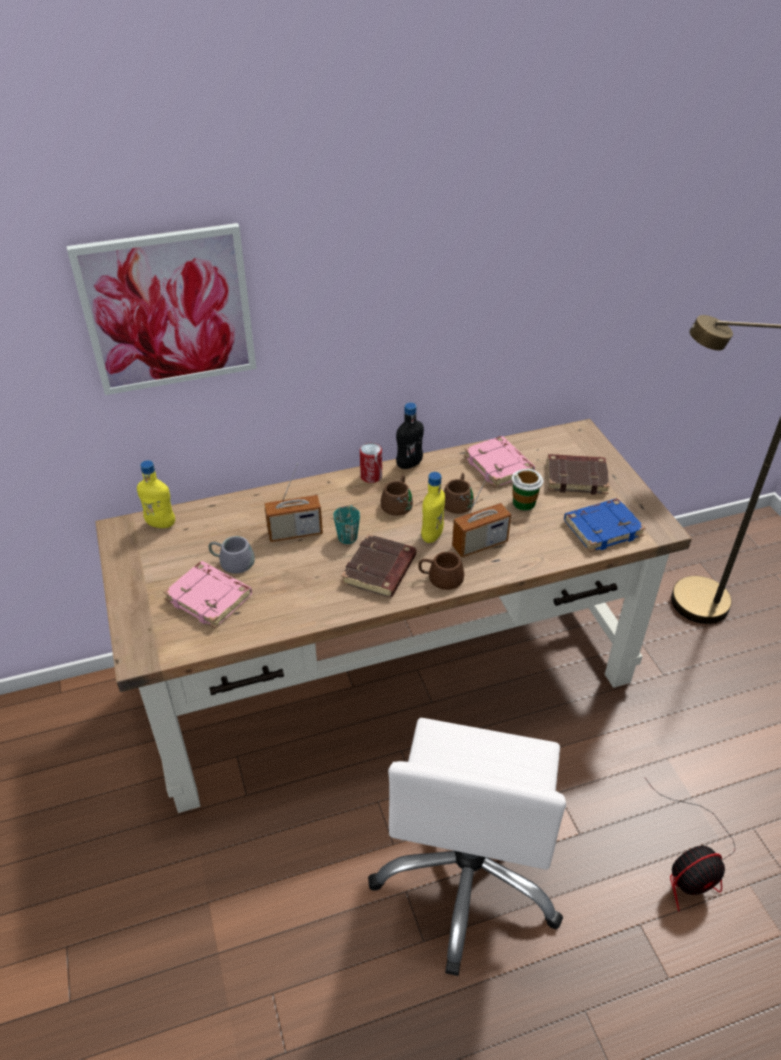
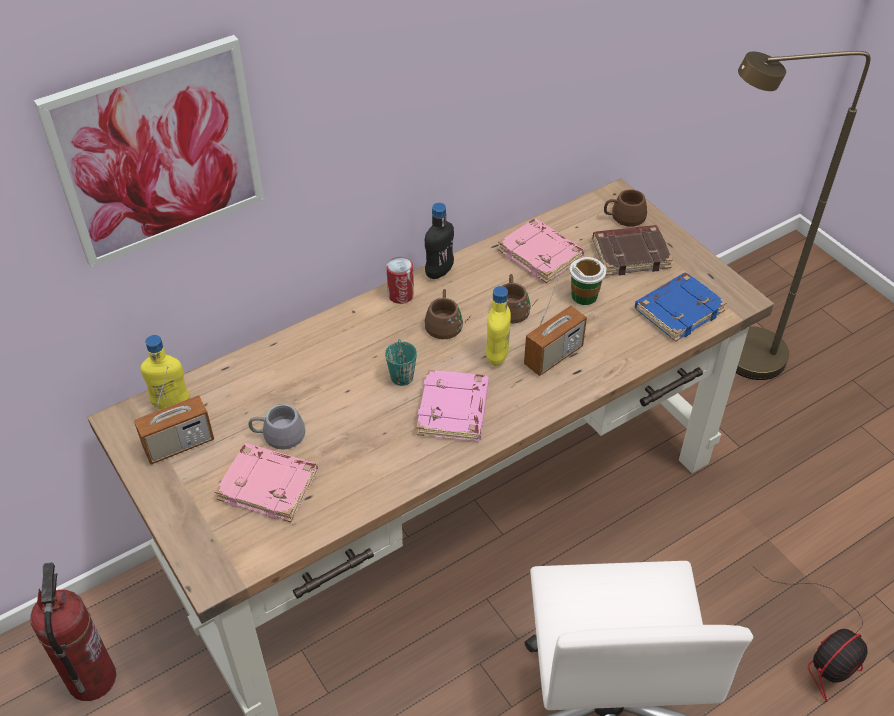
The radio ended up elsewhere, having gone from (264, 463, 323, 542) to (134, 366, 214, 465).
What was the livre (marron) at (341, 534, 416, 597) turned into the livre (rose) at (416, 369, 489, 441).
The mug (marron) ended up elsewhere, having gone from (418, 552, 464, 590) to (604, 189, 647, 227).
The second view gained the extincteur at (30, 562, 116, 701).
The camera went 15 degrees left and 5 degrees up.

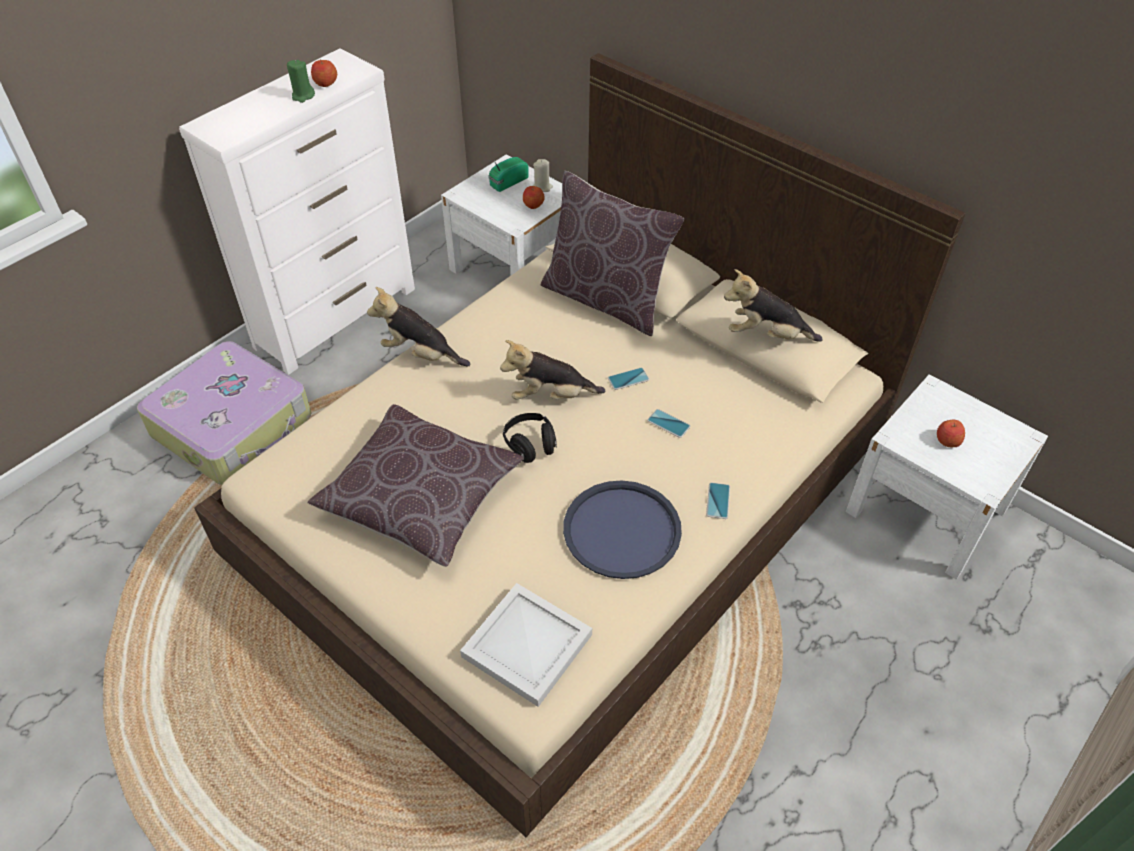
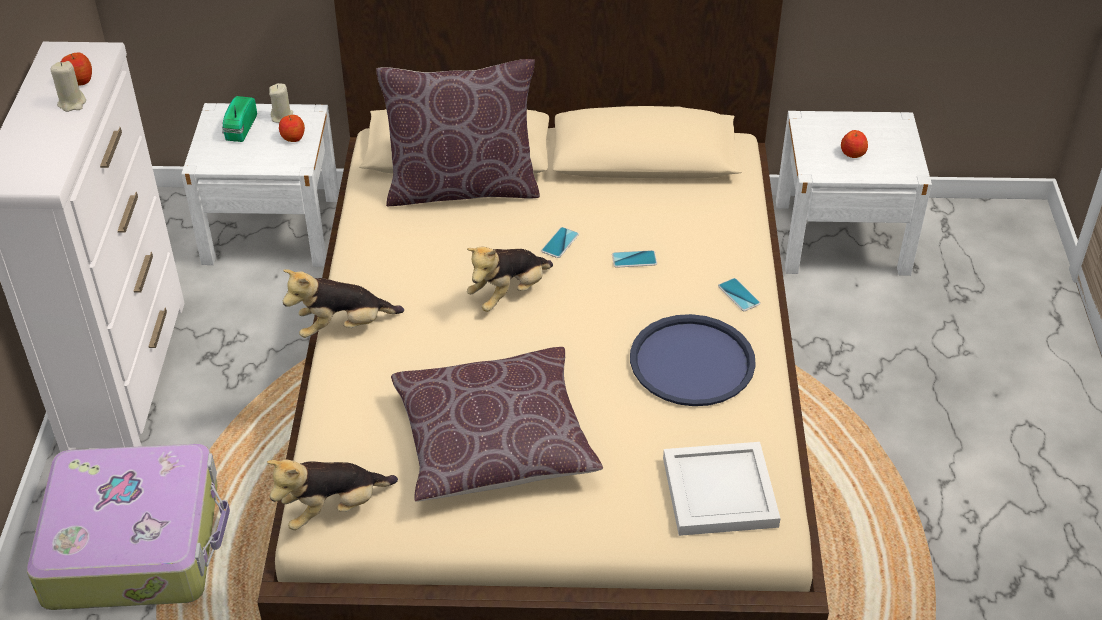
What was the bougie (vert) at (287, 60, 315, 103) turned into the bougie (beige) at (51, 61, 86, 112).
The peluche ended up elsewhere, having gone from (724, 269, 822, 342) to (267, 460, 398, 530).
The second view lost the casque audio (noir) at (503, 413, 557, 463).
The camera went 40 degrees left and 5 degrees down.

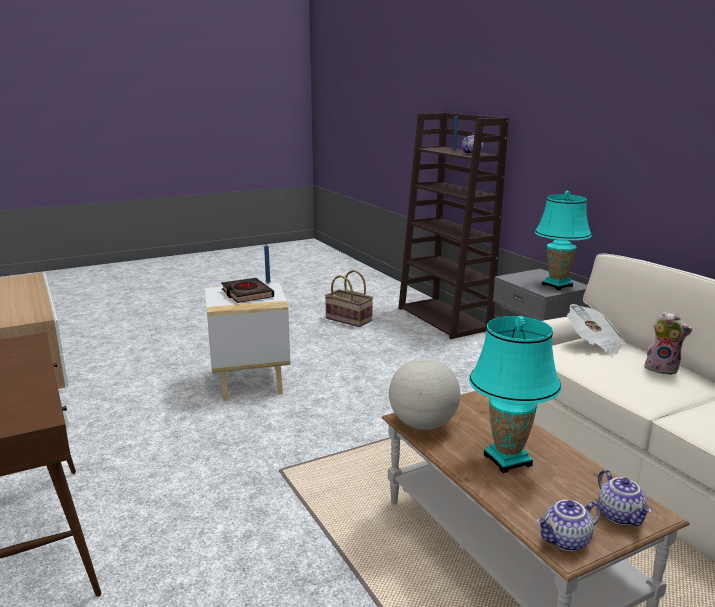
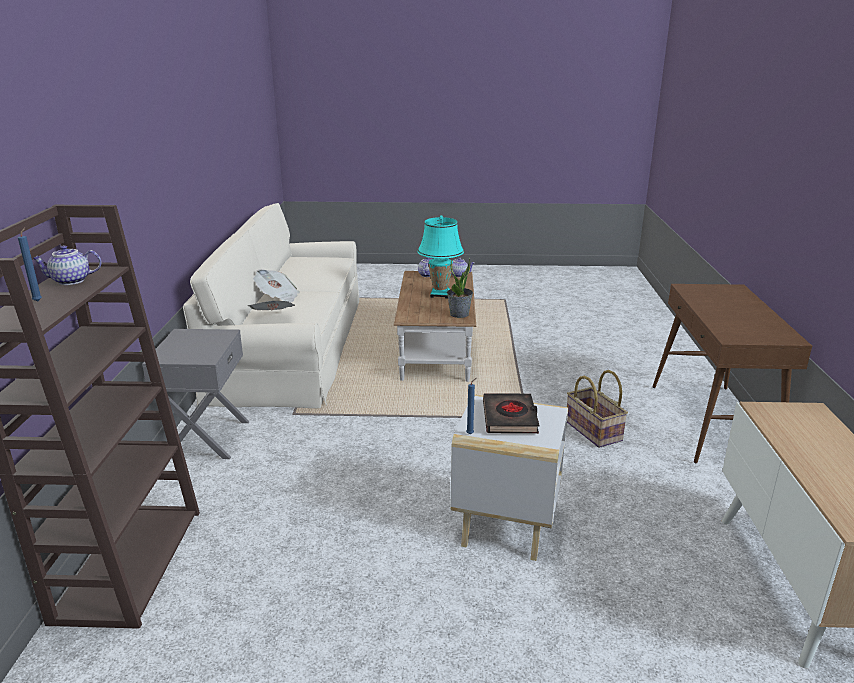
The second view lost the lampe de table (turquoise) at (535, 191, 592, 290).
The panier ended up elsewhere, having gone from (325, 270, 373, 327) to (567, 370, 628, 448).
Where the peluche stood at (644, 311, 693, 375), the journal came to stand at (253, 269, 300, 303).
Where the globe stood at (389, 358, 460, 430), the plante en pot came to stand at (447, 257, 473, 318).
The camera went 150 degrees left and 5 degrees up.

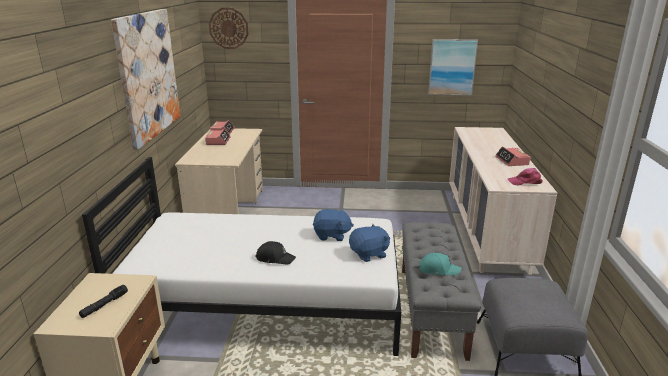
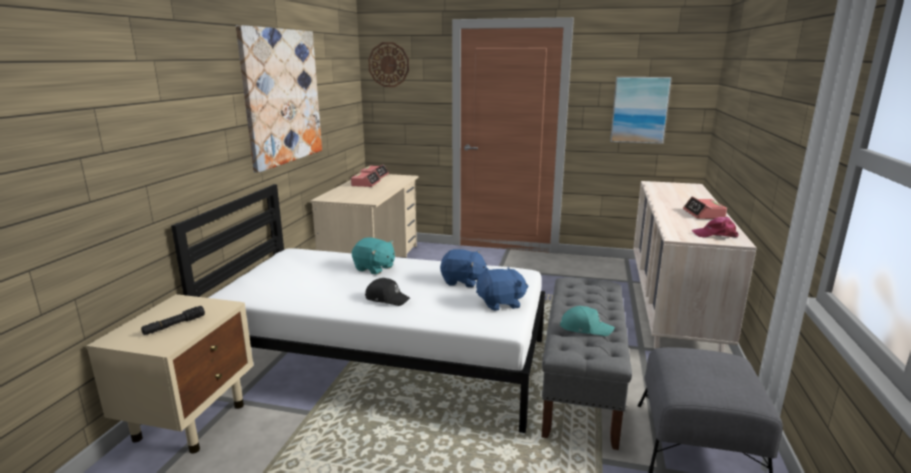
The second view gained the peluche (turquoise) at (352, 238, 395, 275).
The camera went 10 degrees right and 5 degrees down.

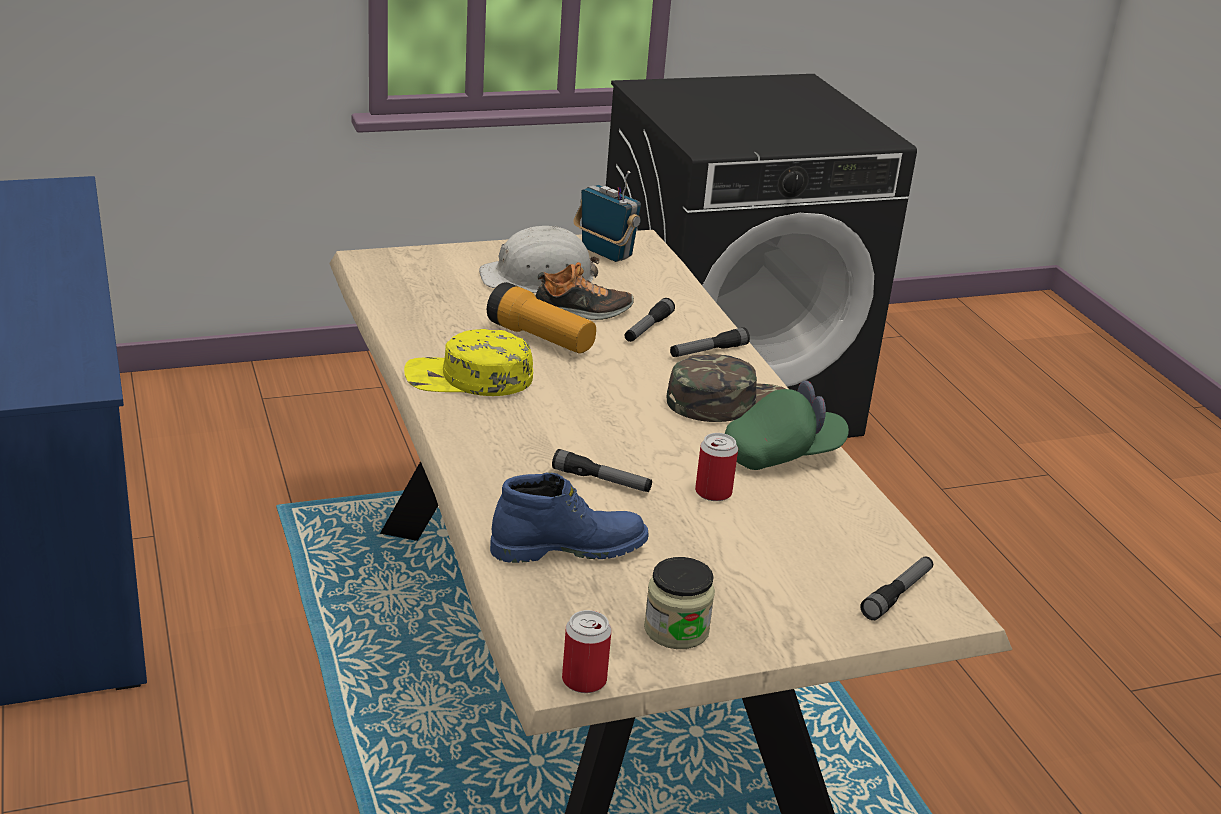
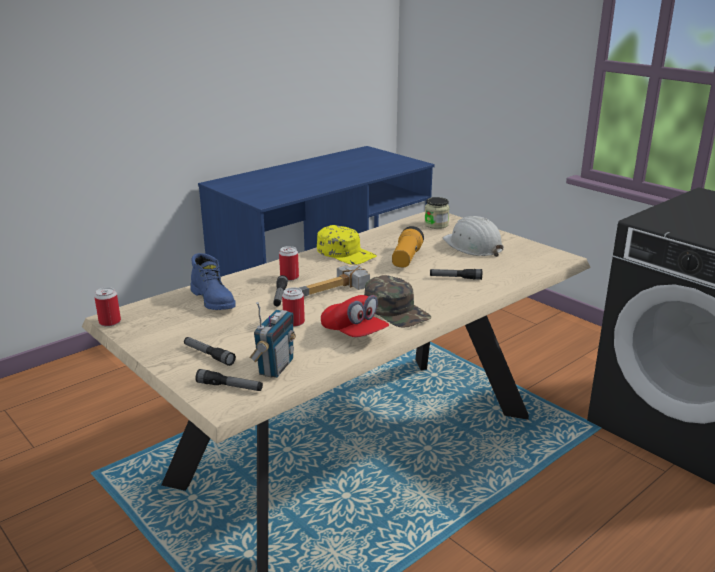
The radio ended up elsewhere, having gone from (573, 171, 641, 262) to (249, 302, 296, 378).
The second view lost the chaussure at (536, 262, 634, 320).
The lampe de poche ended up elsewhere, having gone from (670, 327, 750, 357) to (184, 337, 236, 366).
The casquette (jaune) at (404, 329, 533, 396) ended up facing another way, 150 degrees clockwise from before.
What was the casquette (vert) at (725, 380, 849, 470) turned into the casquette (rouge) at (321, 295, 389, 337).
The bocal ended up elsewhere, having gone from (644, 557, 715, 649) to (424, 197, 449, 229).
The second view gained the boîte métallique at (279, 246, 299, 281).
The second view gained the marteau at (299, 265, 370, 297).
The camera went 70 degrees right and 5 degrees down.

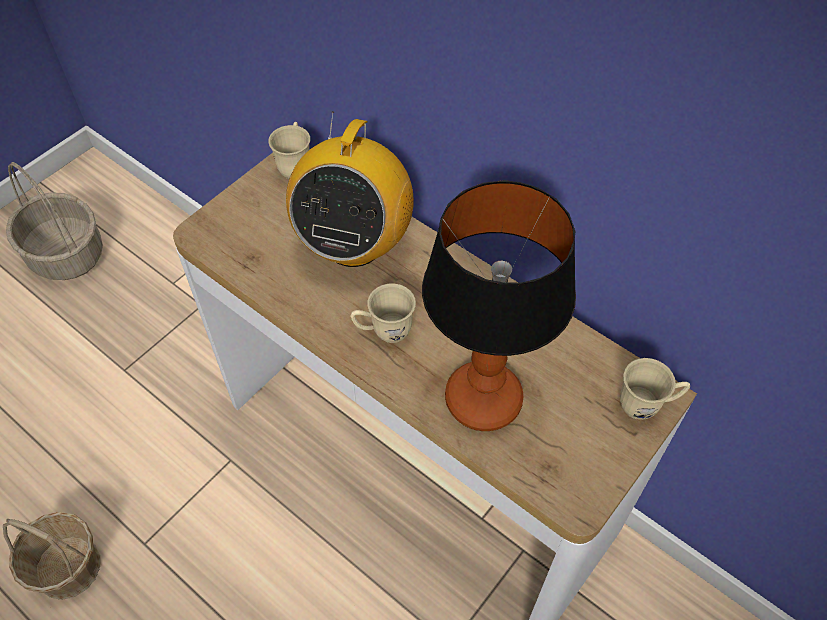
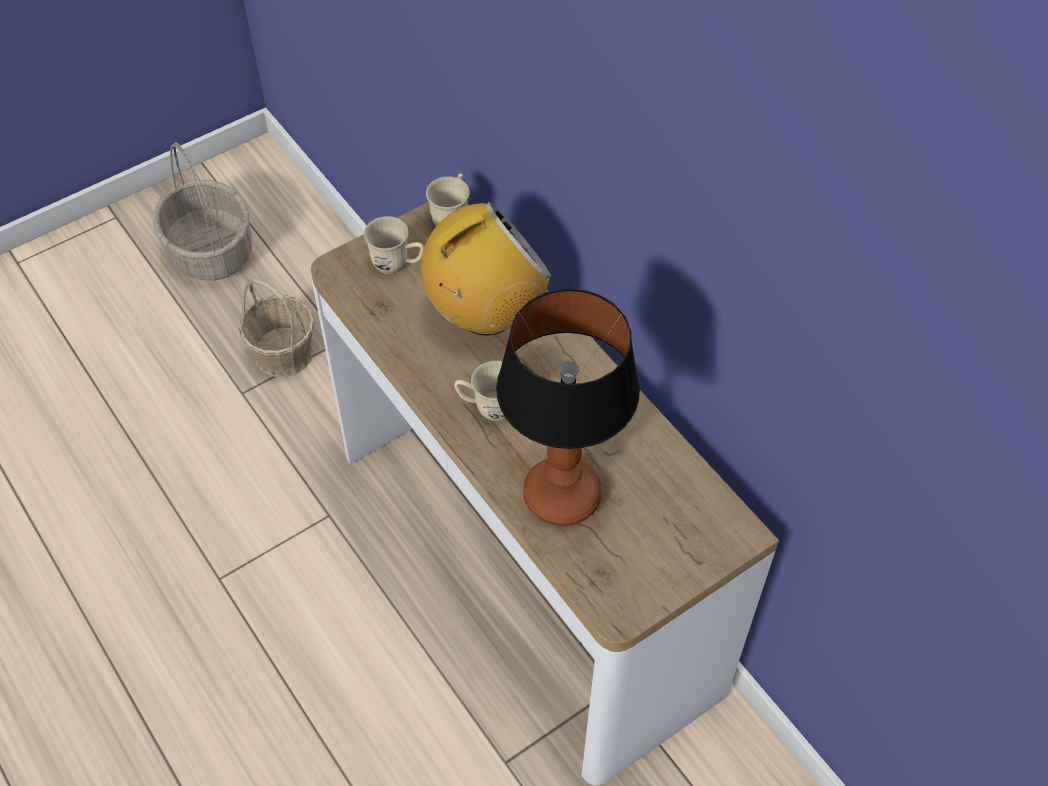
The radio at (286, 112, 414, 267) ended up facing another way, 150 degrees counterclockwise from before.
The mug (beige) ended up elsewhere, having gone from (620, 358, 690, 420) to (364, 216, 424, 274).
The panier ended up elsewhere, having gone from (3, 512, 100, 600) to (239, 278, 315, 377).
The camera went 15 degrees right and 0 degrees up.

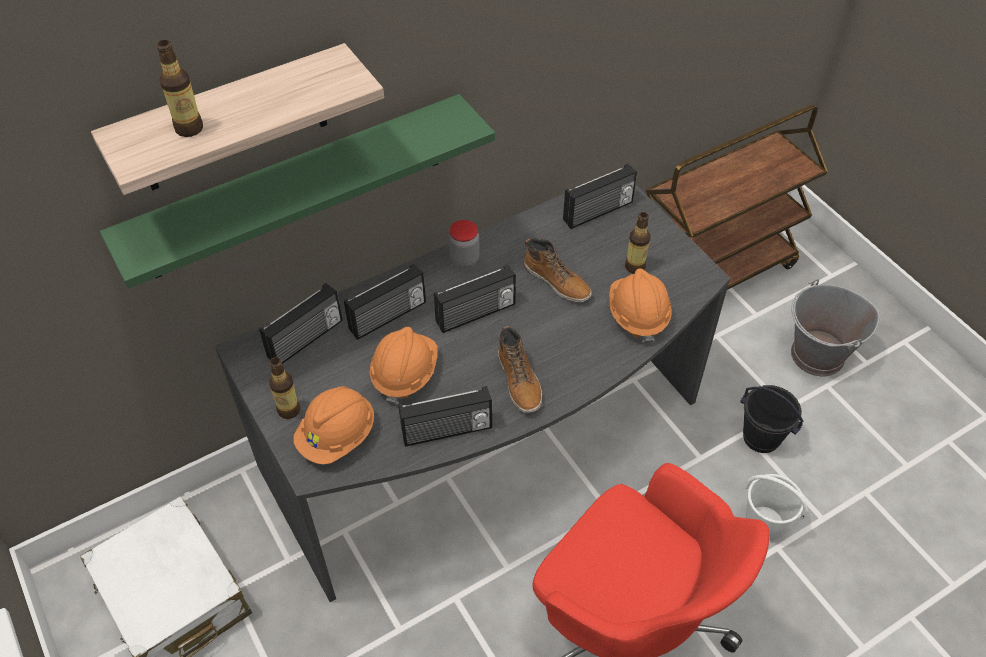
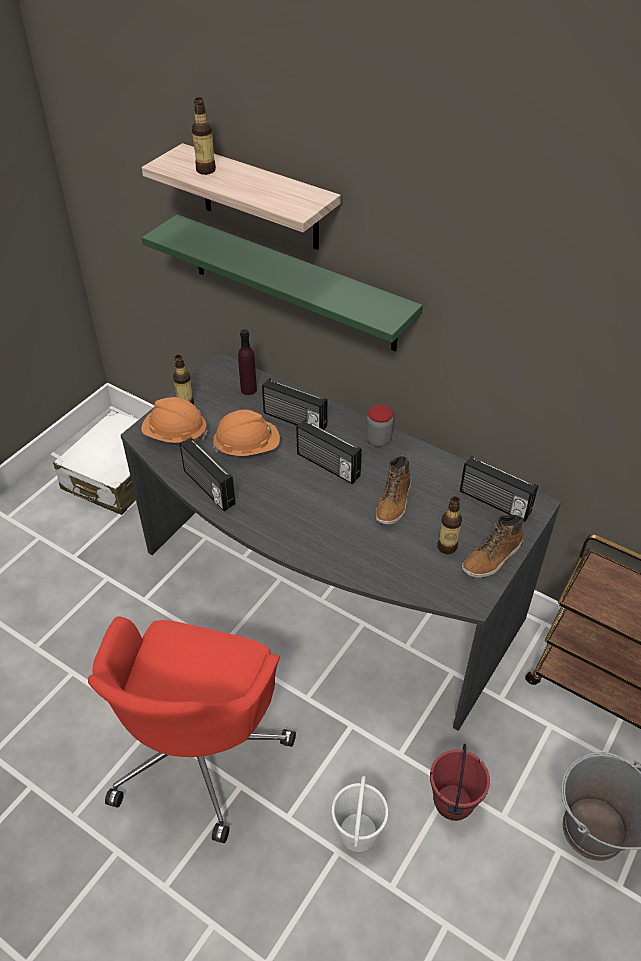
The second view lost the casque de chantier (orange) at (609, 268, 672, 343).
Where the radio stood at (259, 283, 342, 364), the bouteille (violet) came to stand at (238, 329, 257, 395).
The botte ended up elsewhere, having gone from (498, 326, 542, 413) to (462, 515, 524, 578).
What was the seau (noir) at (740, 385, 803, 453) turned into the seau (rouge) at (430, 744, 490, 821).
The camera went 65 degrees right and 5 degrees down.

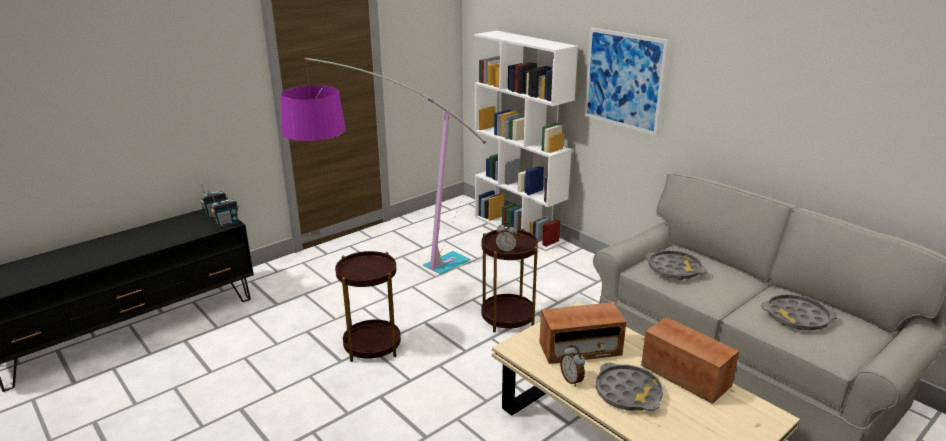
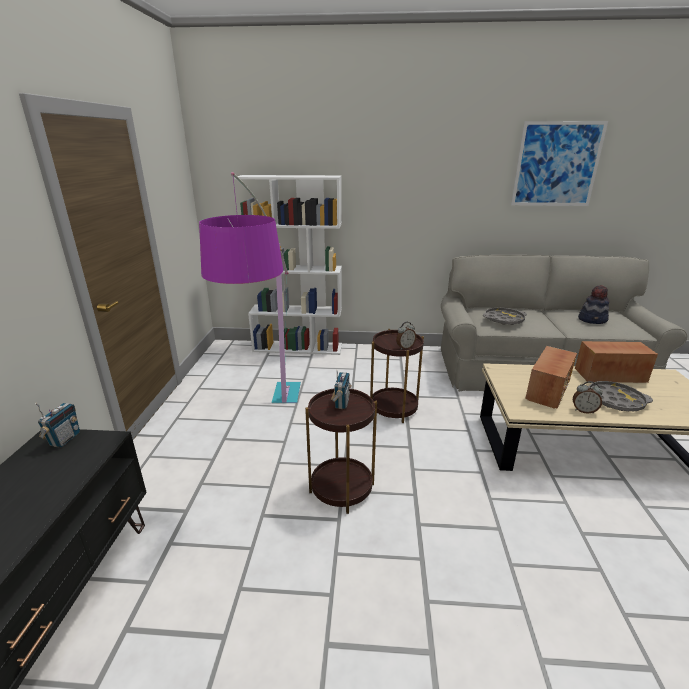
The tableau ended up elsewhere, having gone from (584, 28, 669, 136) to (511, 121, 608, 206).
The radio ended up elsewhere, having gone from (211, 192, 239, 227) to (331, 370, 351, 409).
Where the plateau (gris) stood at (761, 294, 837, 330), the chapeau came to stand at (578, 285, 609, 324).
The camera went 45 degrees left and 0 degrees up.

